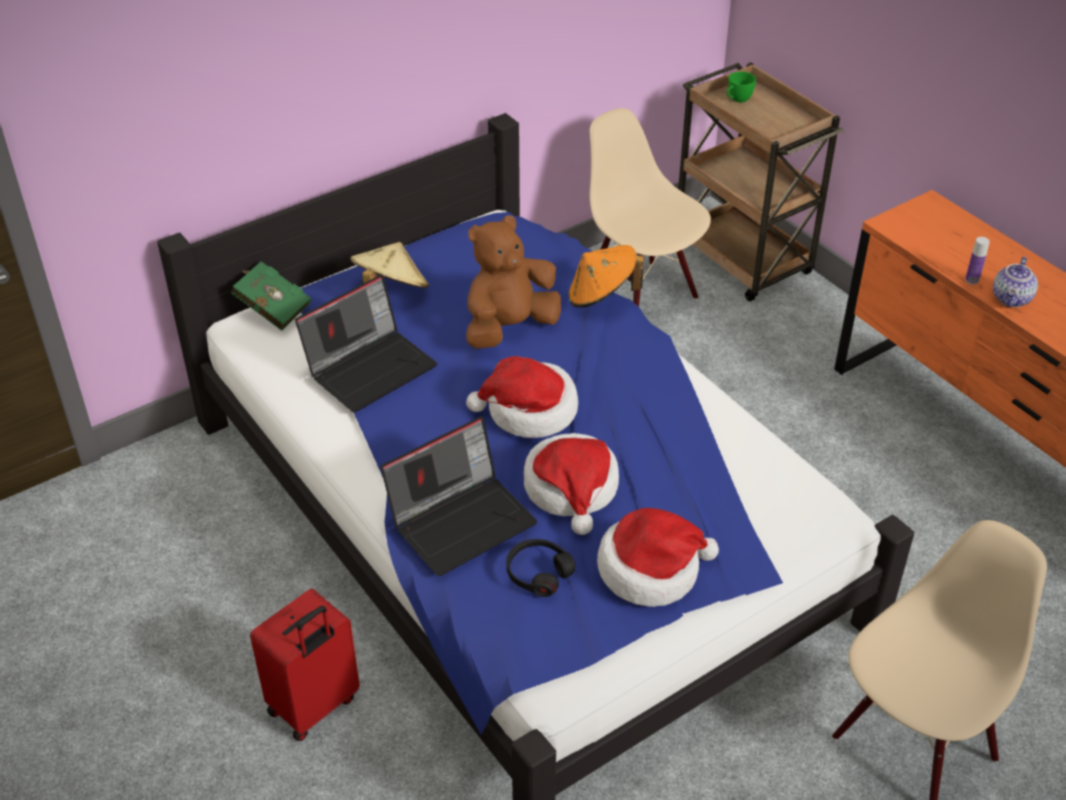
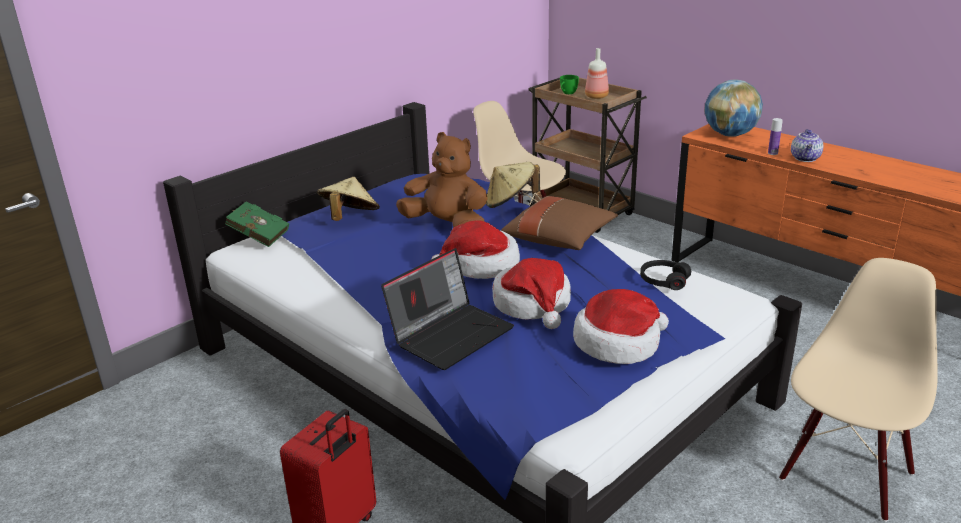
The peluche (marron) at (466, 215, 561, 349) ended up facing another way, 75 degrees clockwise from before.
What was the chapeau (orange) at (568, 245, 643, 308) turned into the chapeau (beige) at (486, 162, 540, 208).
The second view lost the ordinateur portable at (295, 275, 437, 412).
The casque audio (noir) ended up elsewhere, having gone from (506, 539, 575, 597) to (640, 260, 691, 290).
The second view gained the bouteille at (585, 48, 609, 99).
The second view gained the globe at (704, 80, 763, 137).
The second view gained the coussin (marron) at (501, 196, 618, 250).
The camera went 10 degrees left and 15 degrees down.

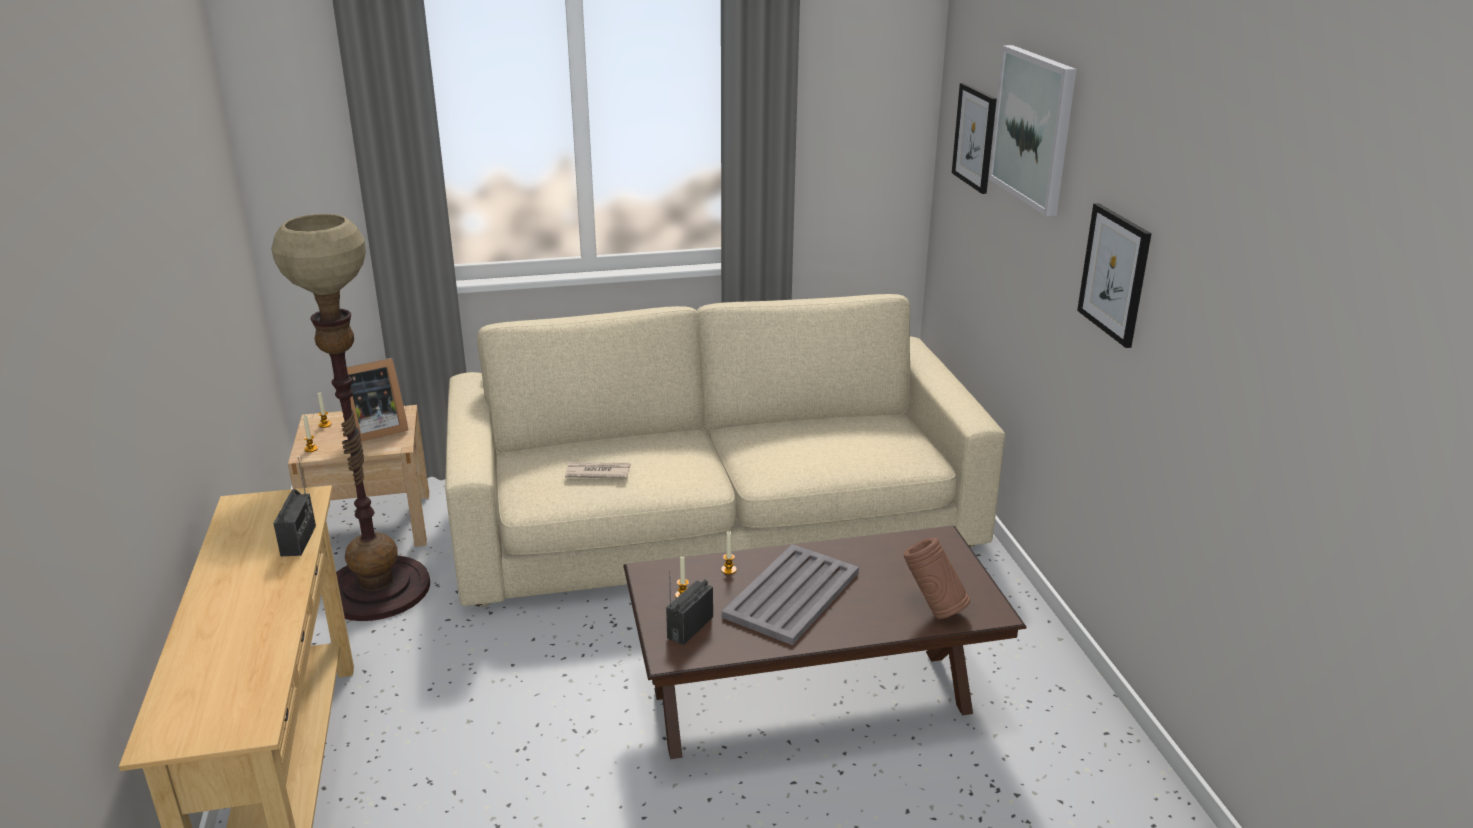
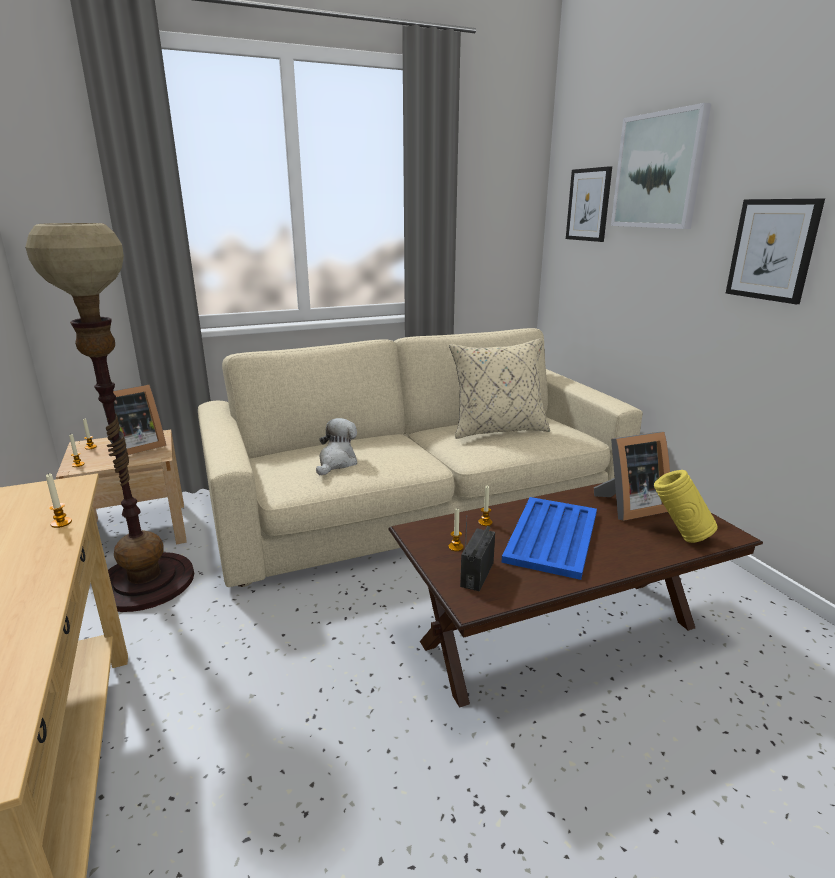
Where the radio stood at (273, 458, 316, 556), the bougie came to stand at (46, 473, 72, 528).
Where the journal stood at (565, 462, 631, 479), the peluche came to stand at (316, 418, 357, 475).
What was the vase (marron) at (904, 538, 970, 619) turned into the vase (jaune) at (654, 470, 718, 543).
What was the plateau (gris) at (722, 544, 859, 645) turned into the plateau (bleu) at (501, 497, 597, 580).
The second view gained the coussin (beige) at (449, 338, 550, 439).
The second view gained the cadre photo at (594, 432, 670, 521).
The camera went 10 degrees left and 5 degrees down.

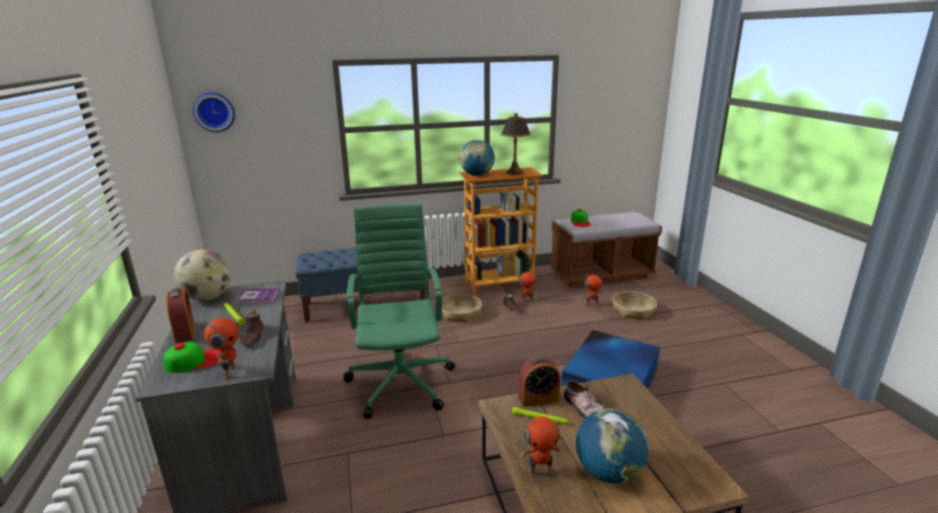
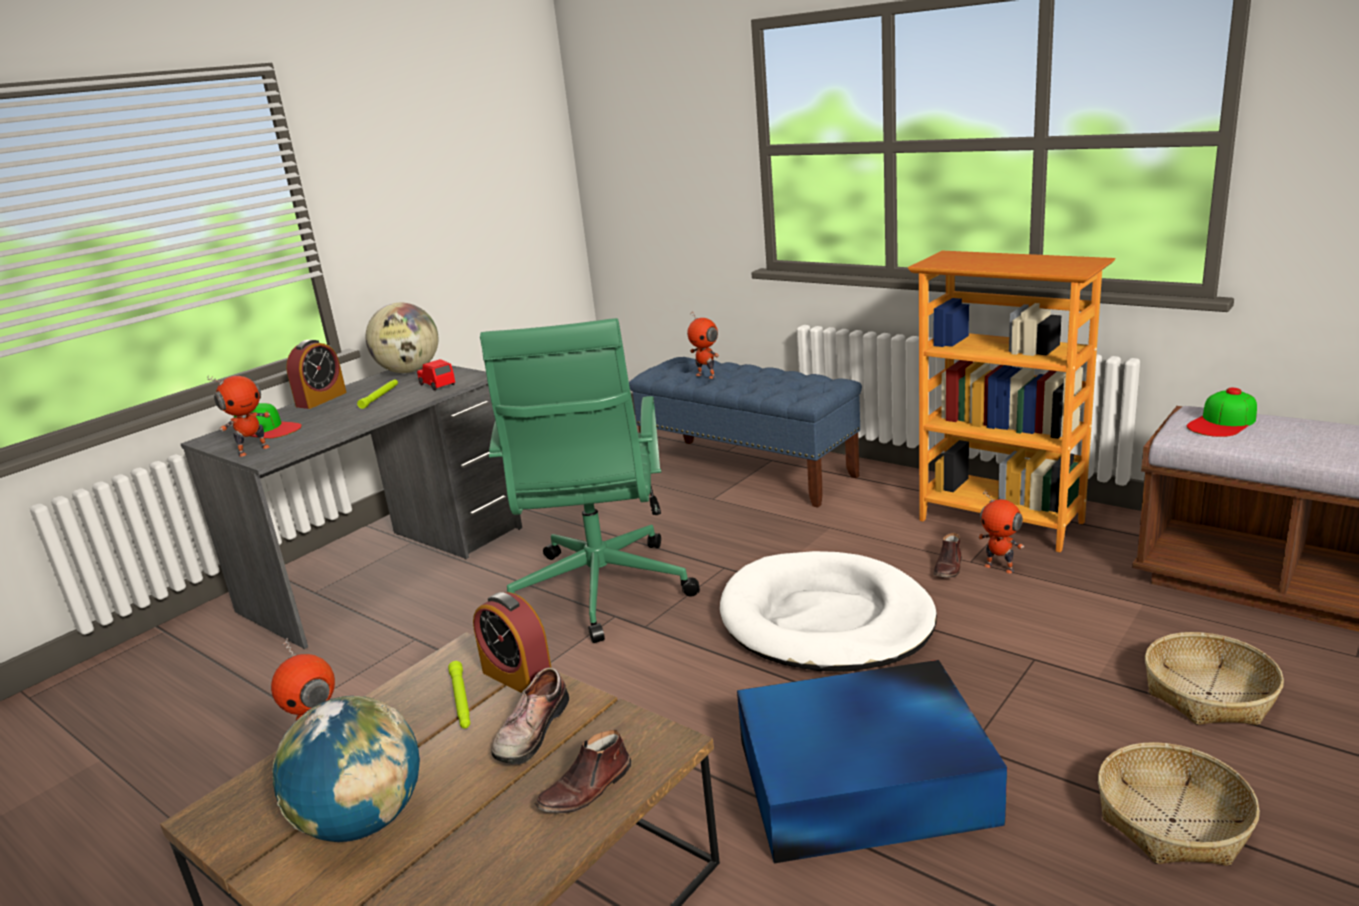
The second view lost the horloge murale at (193, 92, 235, 132).
The second view lost the lampe de table at (501, 113, 531, 175).
The second view lost the globe at (459, 139, 495, 176).
The chaise de bureau (vert) at (343, 204, 455, 419) ended up facing another way, 135 degrees clockwise from before.
The robot jouet ended up elsewhere, having gone from (583, 274, 603, 306) to (687, 311, 719, 379).
Where the livre stood at (237, 289, 279, 304), the petite voiture (rouge) came to stand at (417, 359, 455, 391).
The panier ended up elsewhere, having gone from (442, 294, 482, 323) to (1098, 742, 1260, 866).
The chaussure (marron) ended up elsewhere, having gone from (240, 311, 263, 344) to (535, 730, 631, 813).
The second view gained the panier pour chien (blanc) at (720, 551, 937, 672).
The camera went 55 degrees right and 0 degrees up.

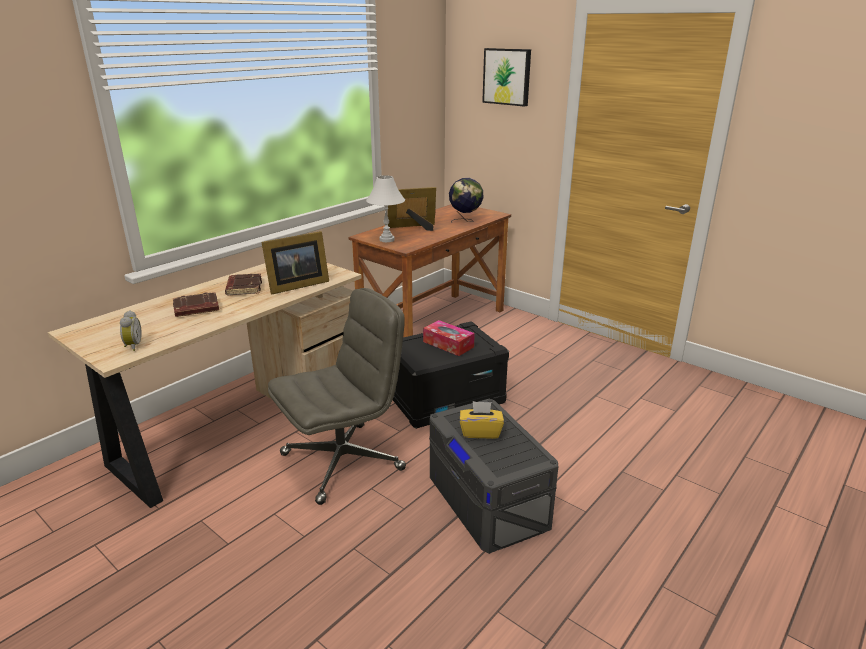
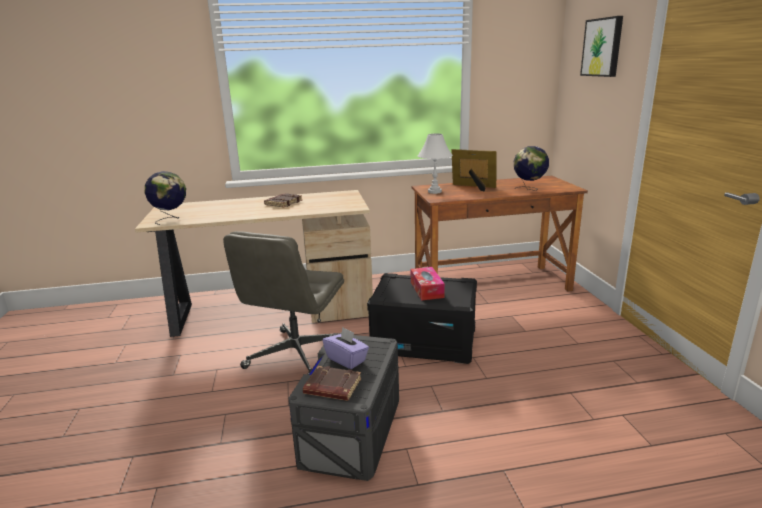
The second view lost the cadre photo at (261, 231, 329, 295).
The chaise de bureau (gris) at (268, 288, 406, 505) ended up facing another way, 105 degrees clockwise from before.
The livre (marron) ended up elsewhere, having gone from (173, 292, 219, 317) to (303, 366, 361, 401).
Where the réveil stood at (120, 310, 142, 351), the globe came to stand at (145, 171, 186, 225).
What was the boîte à mouchoirs (jaune) at (460, 401, 504, 439) turned into the boîte à mouchoirs (violet) at (323, 327, 369, 369).
The camera went 40 degrees right and 5 degrees down.

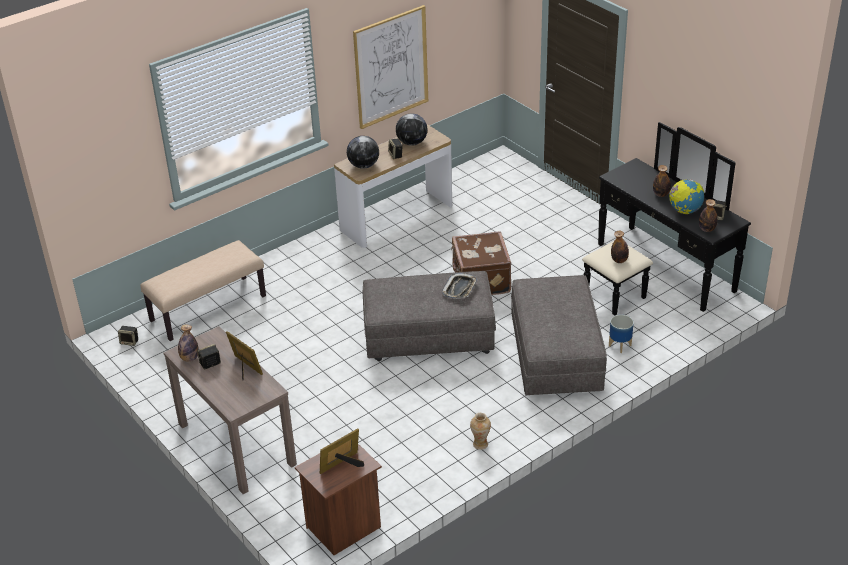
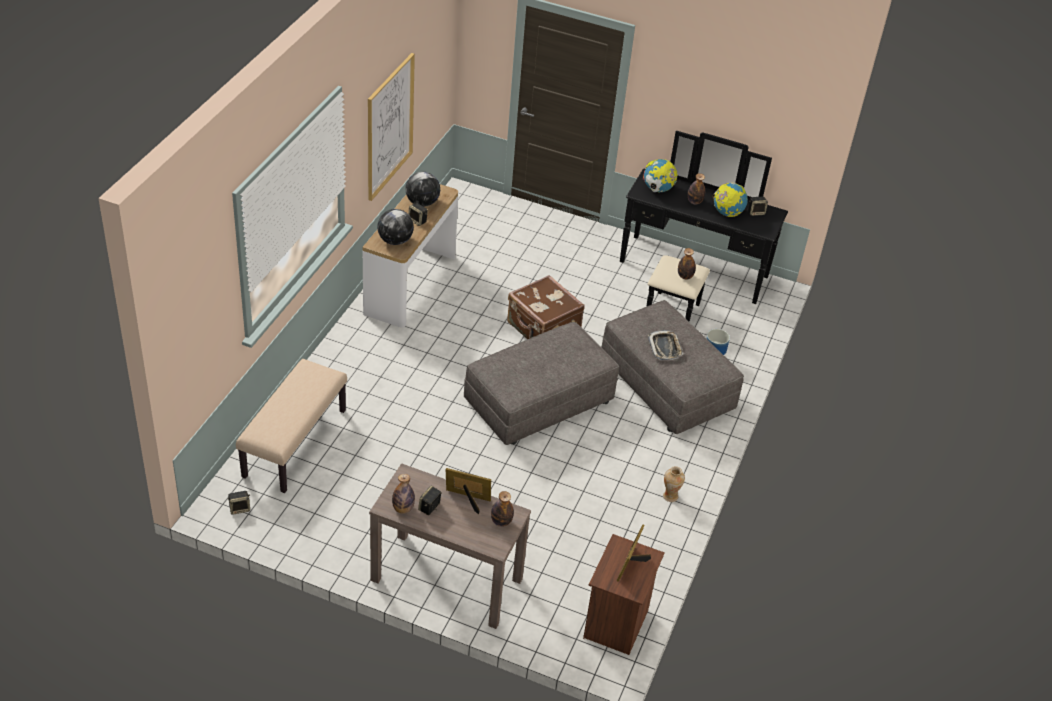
The bouteille ended up elsewhere, having gone from (699, 199, 718, 232) to (491, 491, 514, 527).
The plateau ended up elsewhere, having gone from (442, 273, 477, 299) to (648, 330, 683, 360).
The second view gained the globe at (643, 159, 678, 192).
The camera went 35 degrees left and 5 degrees up.

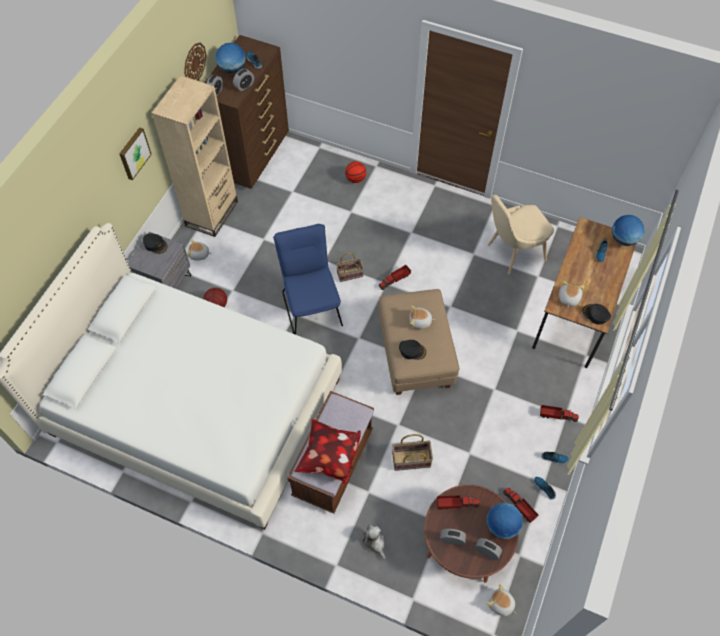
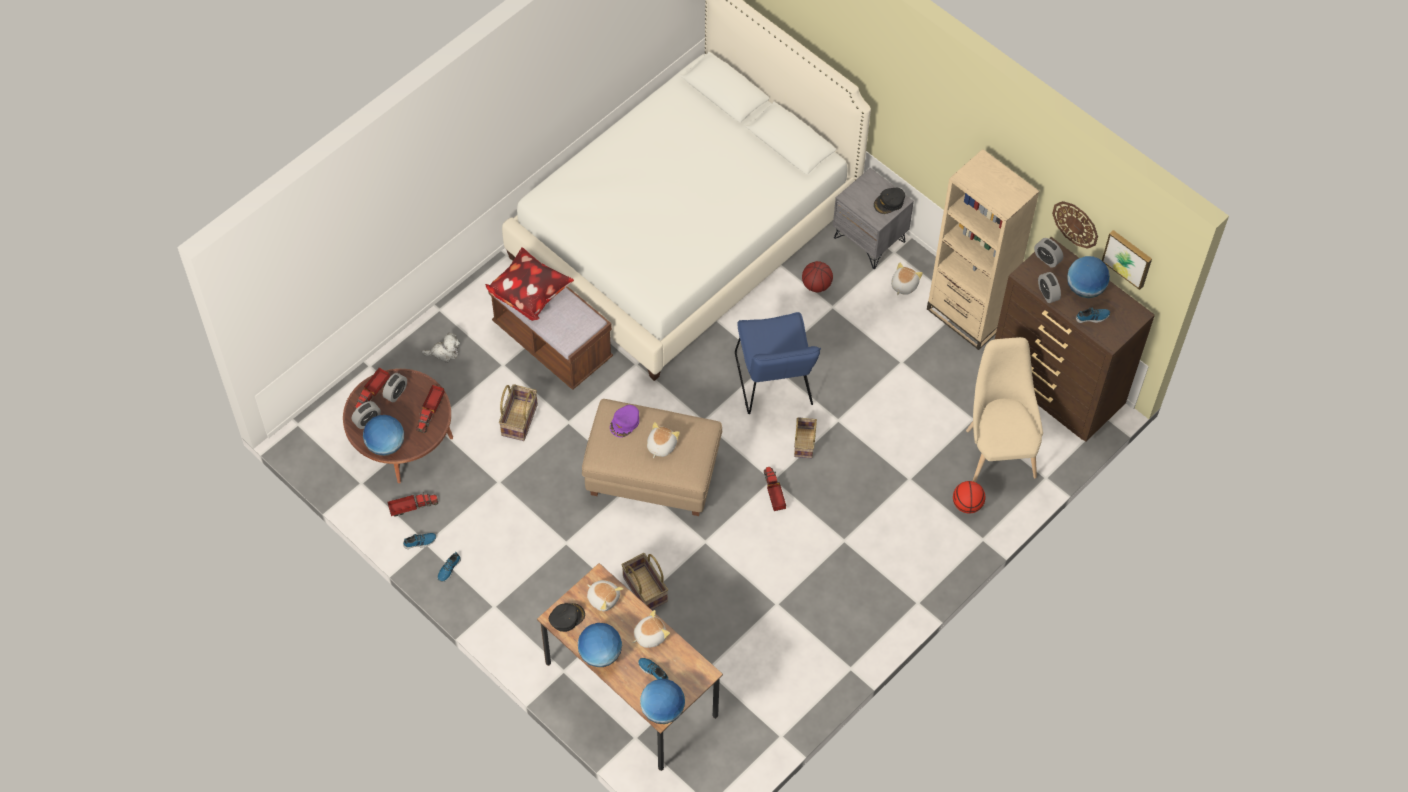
The tableau ended up elsewhere, having gone from (119, 127, 152, 180) to (1102, 230, 1152, 290).
The chaise (beige) ended up elsewhere, having gone from (488, 195, 554, 274) to (966, 337, 1043, 482).
The chaise (bleu) at (273, 224, 343, 335) ended up facing another way, 75 degrees clockwise from before.
What was the casquette (noir) at (399, 340, 426, 360) turned into the casquette (violet) at (610, 405, 639, 437).
The camion jouet ended up elsewhere, having gone from (540, 405, 579, 422) to (354, 368, 390, 410).
The peluche ended up elsewhere, having gone from (487, 584, 516, 616) to (632, 610, 670, 648).
The second view gained the panier at (622, 553, 668, 610).
The second view gained the globe at (578, 623, 622, 667).
The camera went 110 degrees right and 0 degrees up.

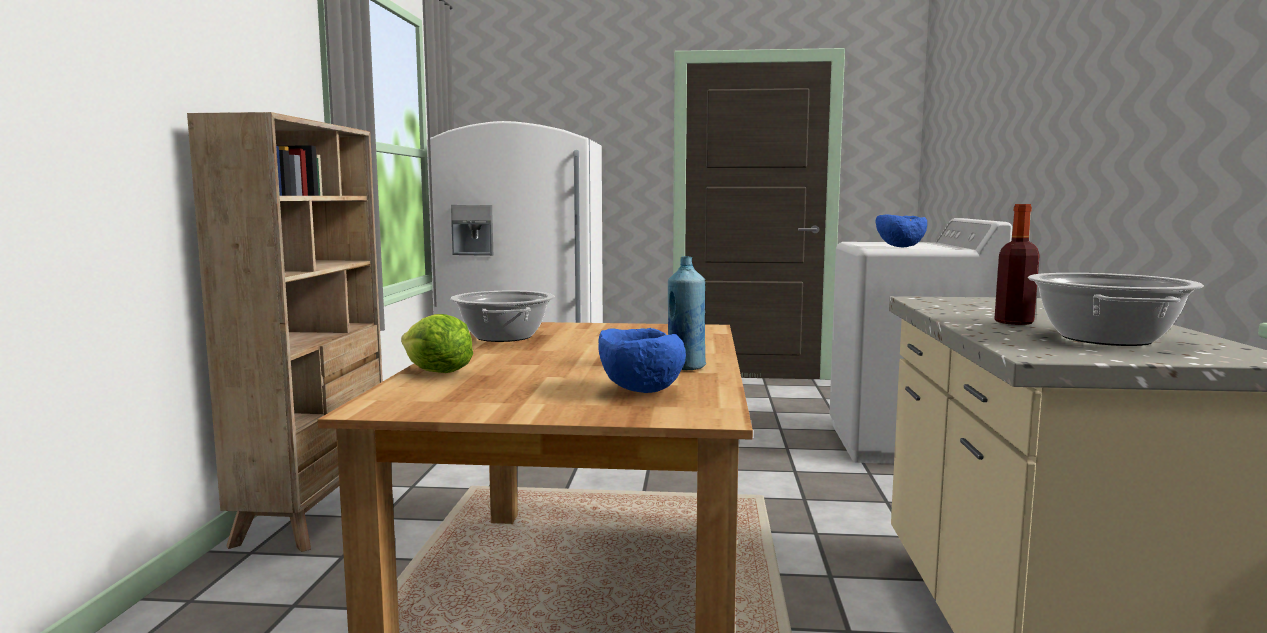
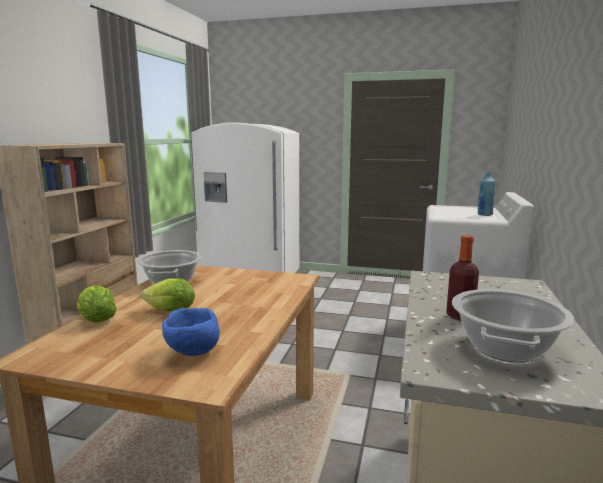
The second view lost the bol (bleu) at (875, 215, 927, 247).
The bouteille (bleu) ended up elsewhere, having gone from (668, 256, 706, 370) to (478, 172, 496, 216).
The second view gained the laitue at (141, 278, 195, 312).
The camera went 10 degrees right and 5 degrees up.

